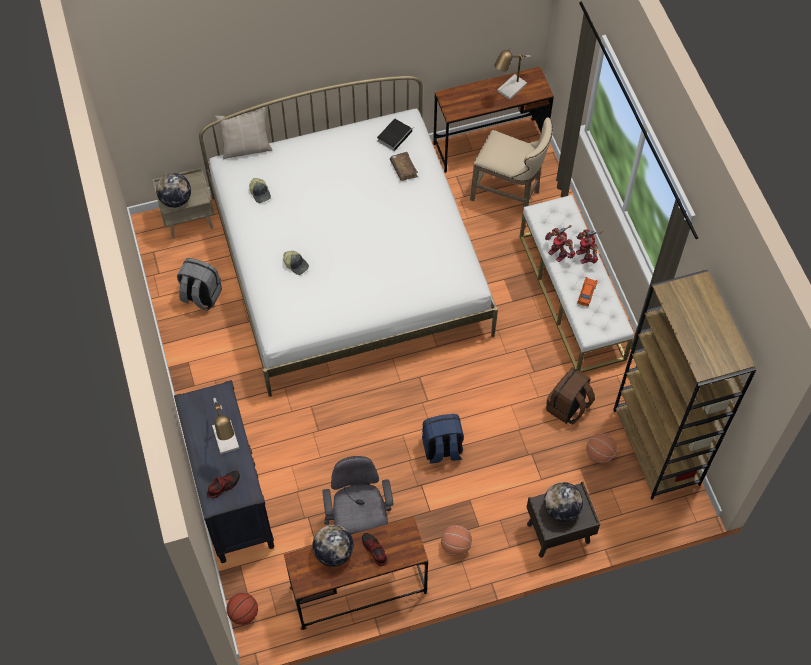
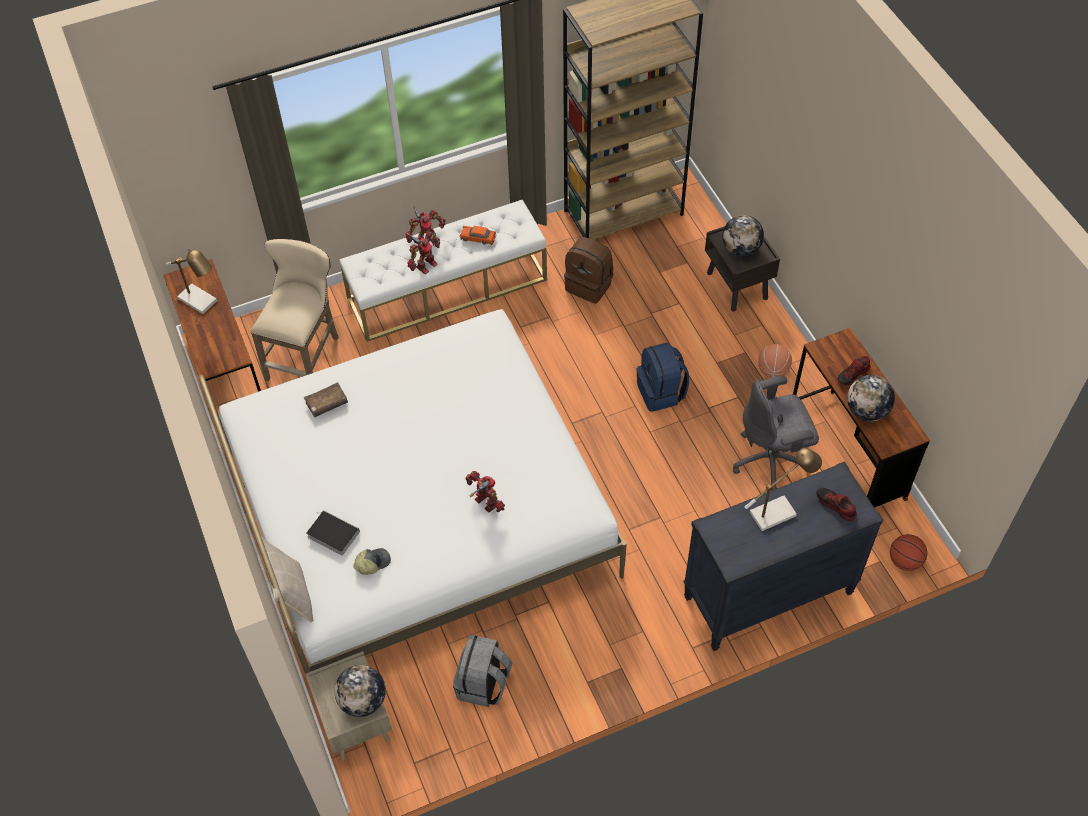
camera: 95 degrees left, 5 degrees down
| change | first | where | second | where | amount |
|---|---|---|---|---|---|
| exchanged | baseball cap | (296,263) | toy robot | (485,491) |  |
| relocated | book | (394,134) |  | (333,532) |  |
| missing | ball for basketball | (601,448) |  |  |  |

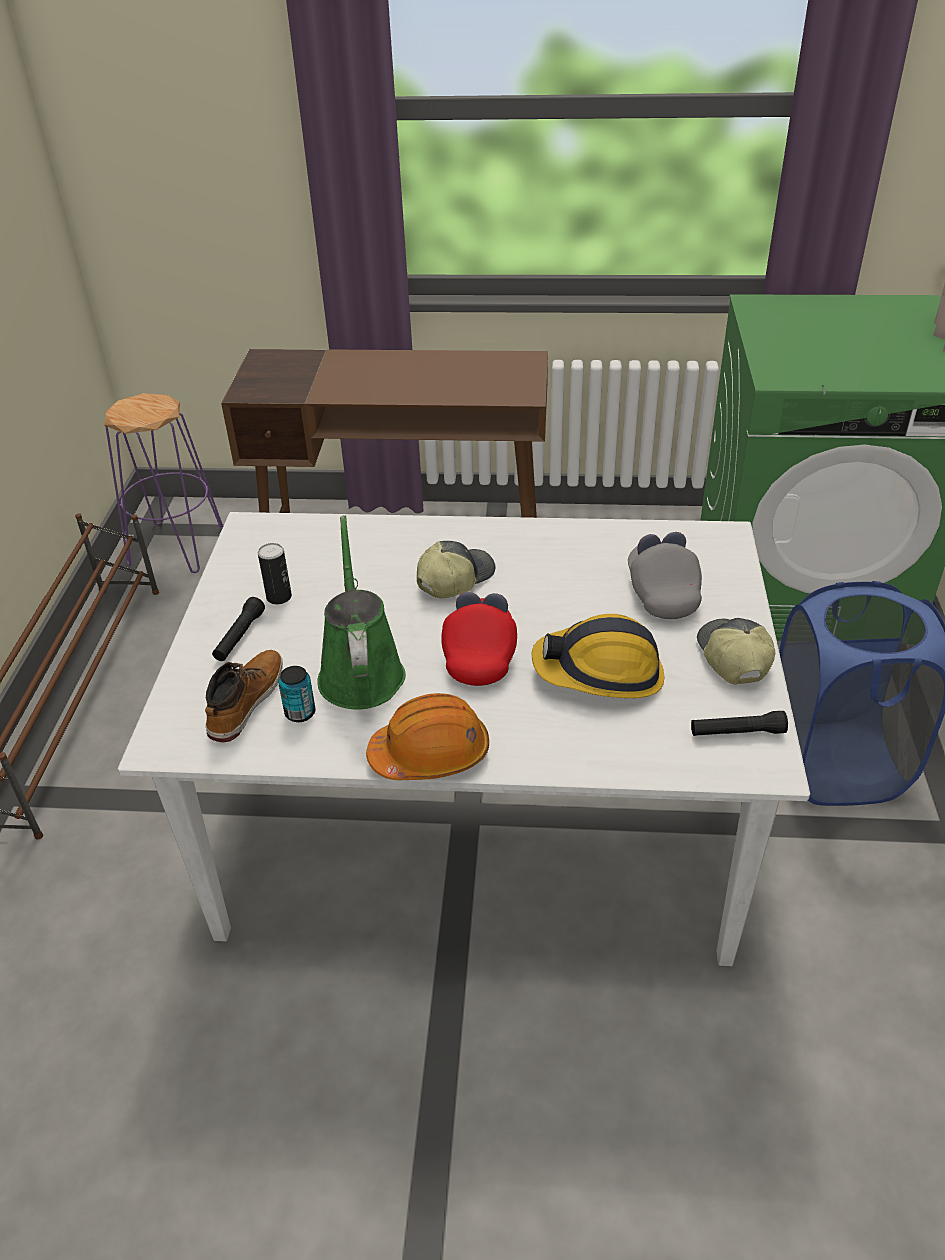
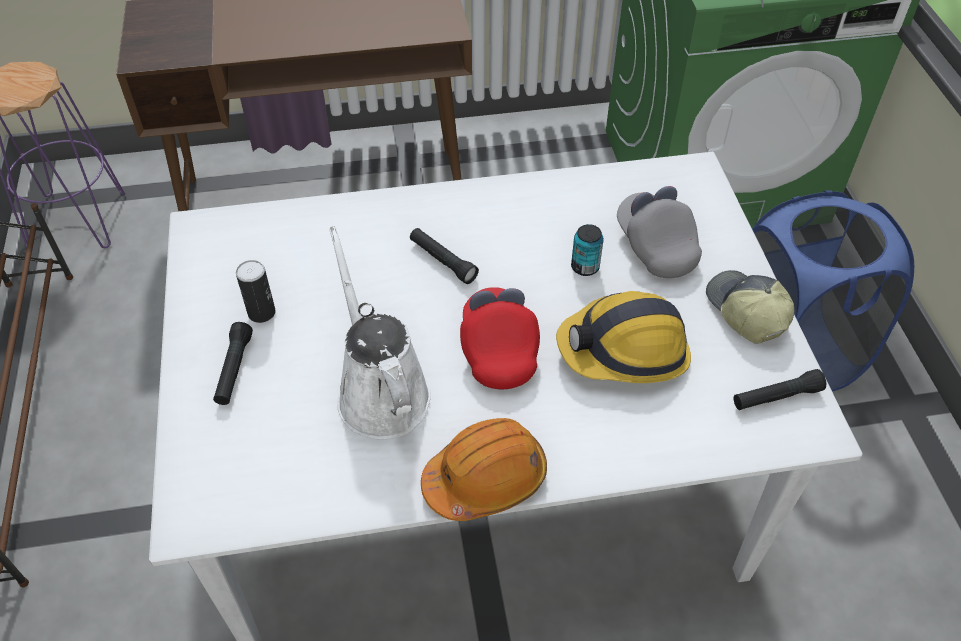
camera: 15 degrees left, 10 degrees up
| change | first | where | second | where | amount |
|---|---|---|---|---|---|
| missing | high-top boot | (244,696) |  |  |  |
| relocated | can | (297,694) |  | (587,250) |  |
| colour | green sprinkling can | (361,612) | white-coloured sprinkling can | (380,333) |  |
| exchanged | baseball cap | (456,570) | black hand torch | (444,256) |  |

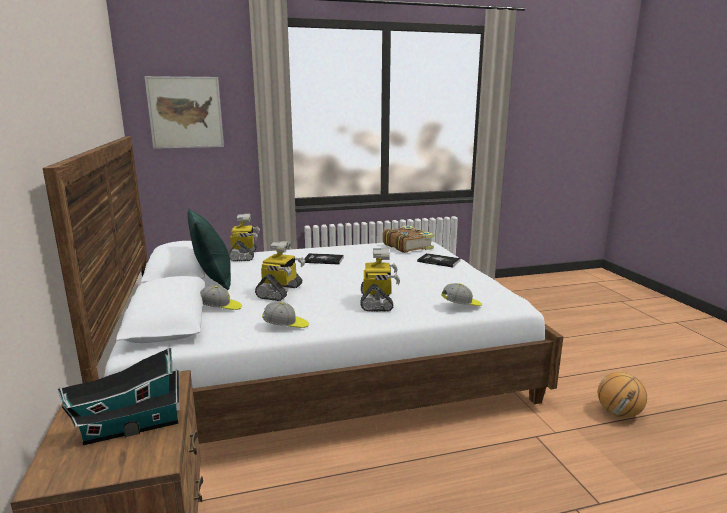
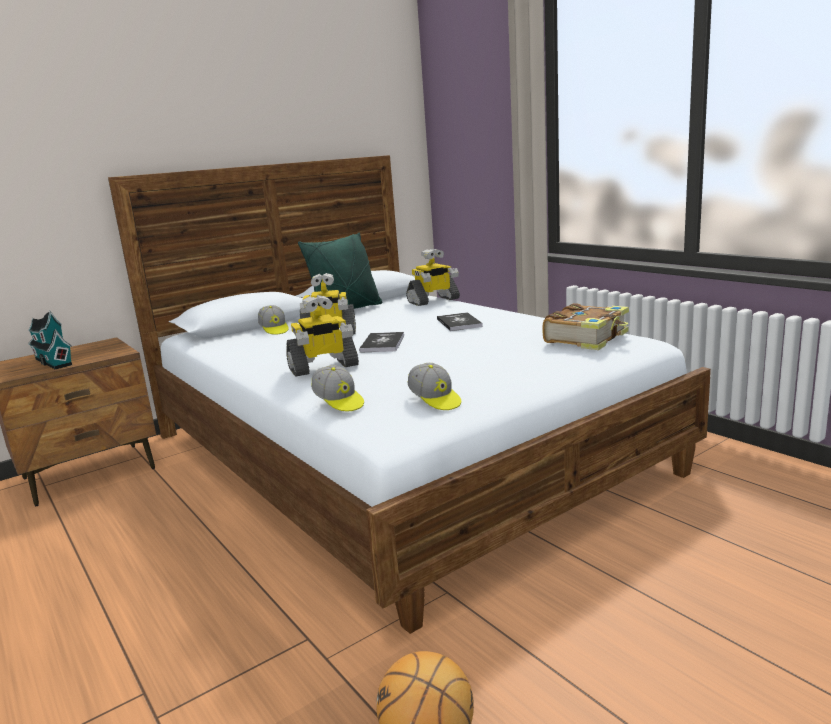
camera: 70 degrees right, 0 degrees up
| change | first | where | second | where | amount |
|---|---|---|---|---|---|
| missing | wall art | (184,112) |  |  |  |
| relocated | baseball cap | (285,315) |  | (434,386) |  |
| relocated | book | (439,260) |  | (381,342) |  |

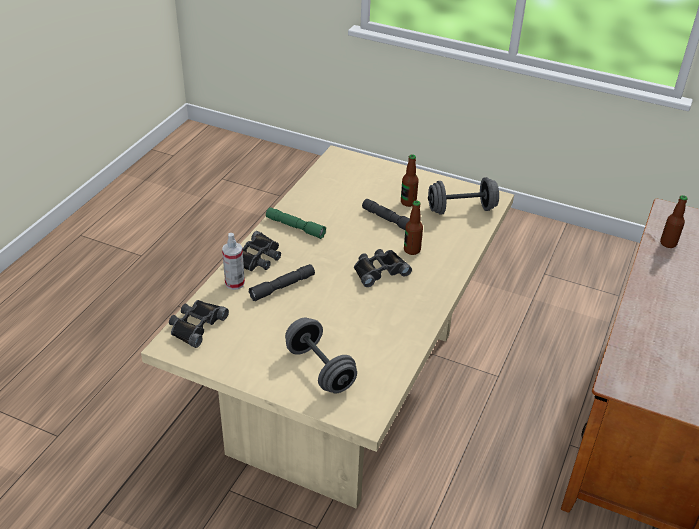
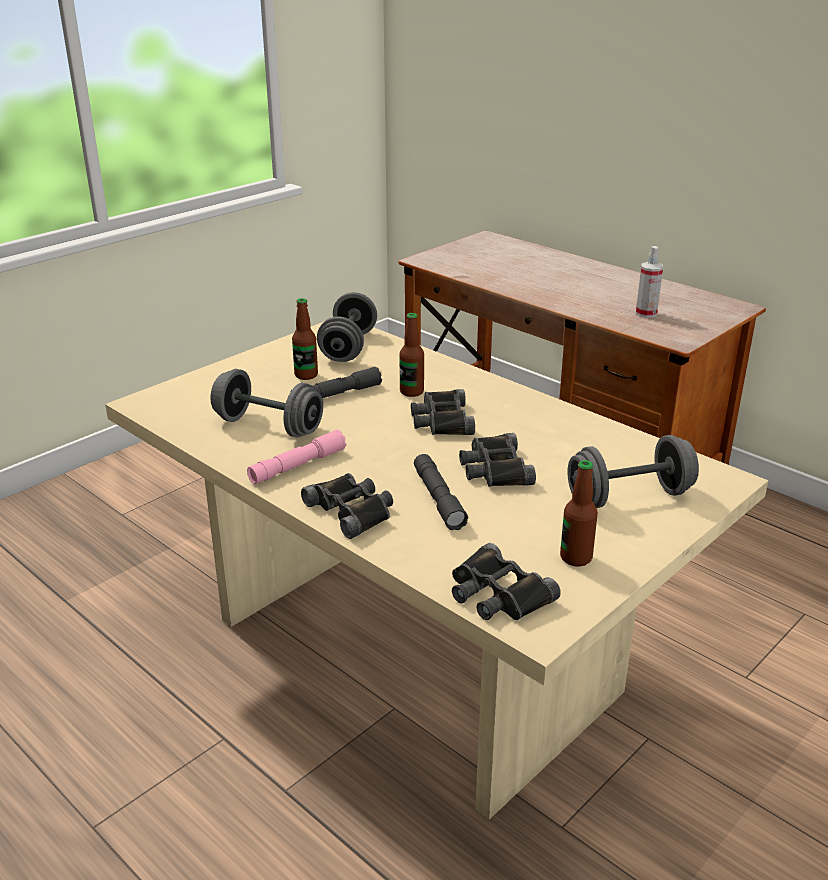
camera: 70 degrees left, 10 degrees down
| change | first | where | second | where | amount |
|---|---|---|---|---|---|
| relocated | sprayer | (233,261) |  | (649,282) |  |
| colour | green hand torch | (296,223) | pinkish hand torch | (296,456) |  |
| relocated | bottle | (674,221) |  | (579,513) |  |
| appeared |  |  | grey dumbbell | (266,403) |  |
| appeared |  |  | black field glasses | (497,460) |  |

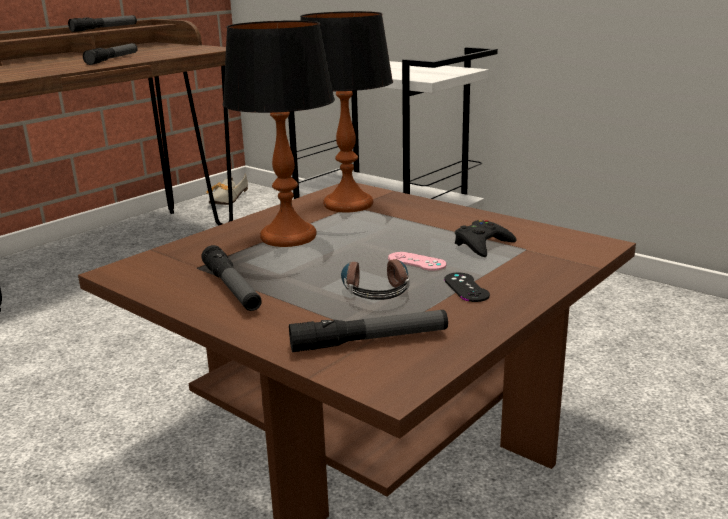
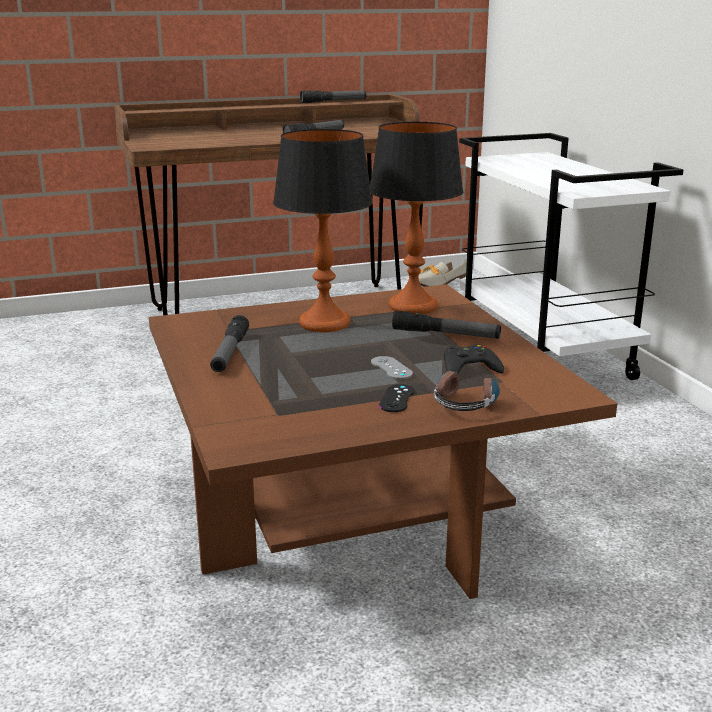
camera: 30 degrees right, 0 degrees up
| change | first | where | second | where | amount |
|---|---|---|---|---|---|
| relocated | hand torch | (368,331) |  | (446,325) |  |
| relocated | headset | (375,278) |  | (467,391) |  |
| colour | pinkish game controller | (417,261) | grey game controller | (392,367) |  |

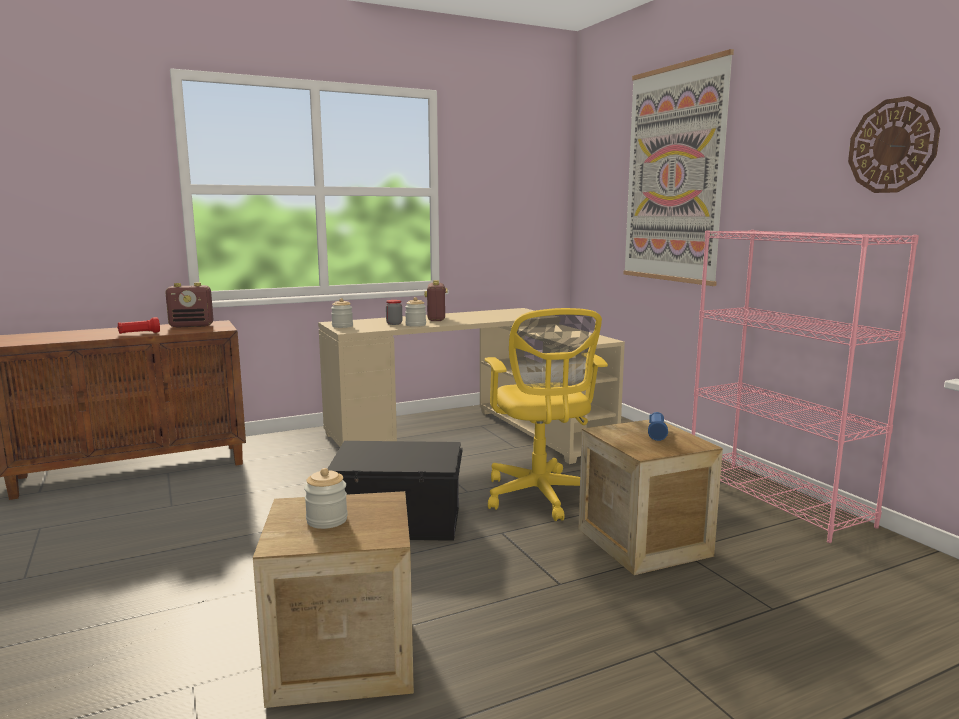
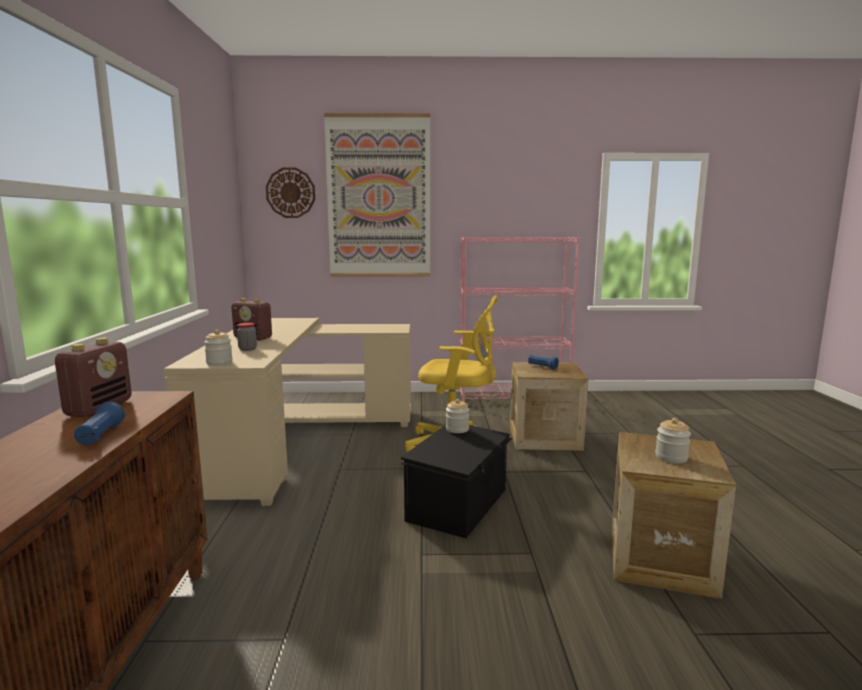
camera: 65 degrees left, 0 degrees up
| change | first | where | second | where | amount |
|---|---|---|---|---|---|
| colour | red hand torch | (138,325) | bluish hand torch | (99,423) |  |
| relocated | storage jar | (415,312) |  | (458,416) |  |
| relocated | clock on the wall | (894,144) |  | (290,192) |  |

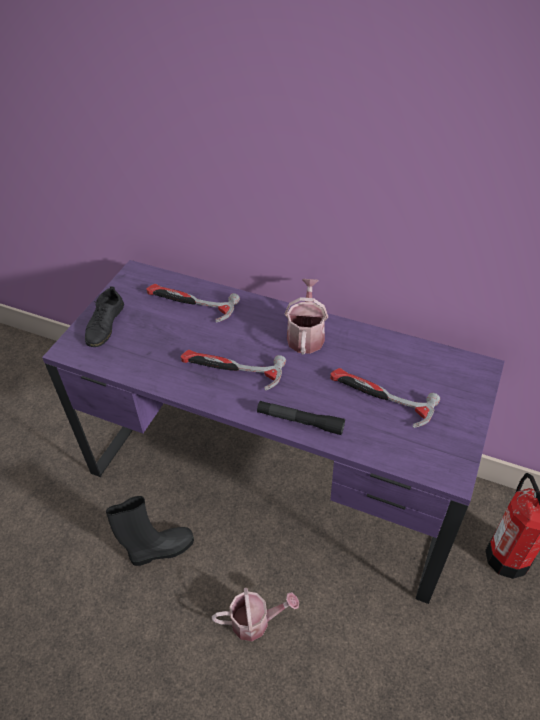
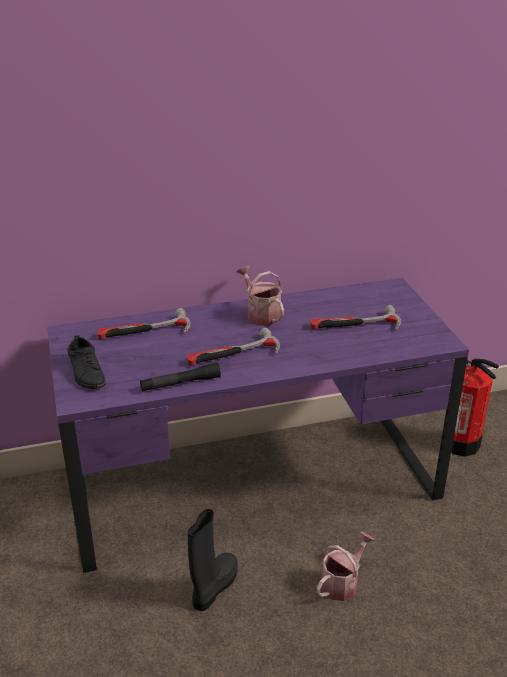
camera: 40 degrees left, 15 degrees down
| change | first | where | second | where | amount |
|---|---|---|---|---|---|
| relocated | black hand torch | (301,418) |  | (180,377) |  |

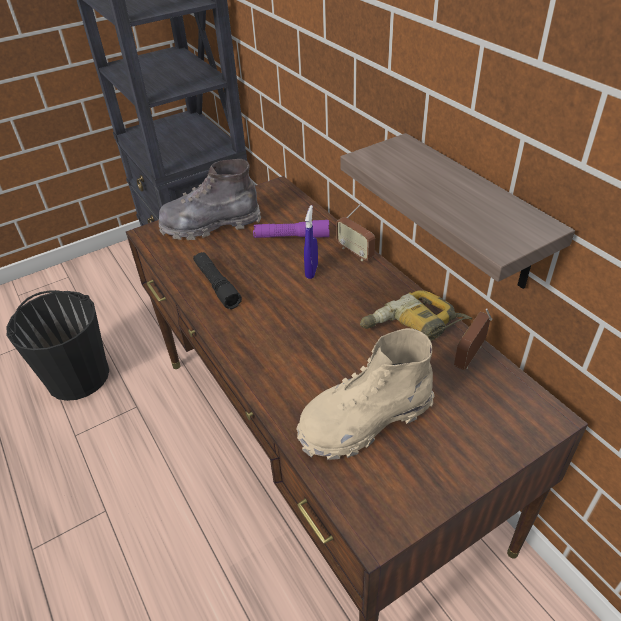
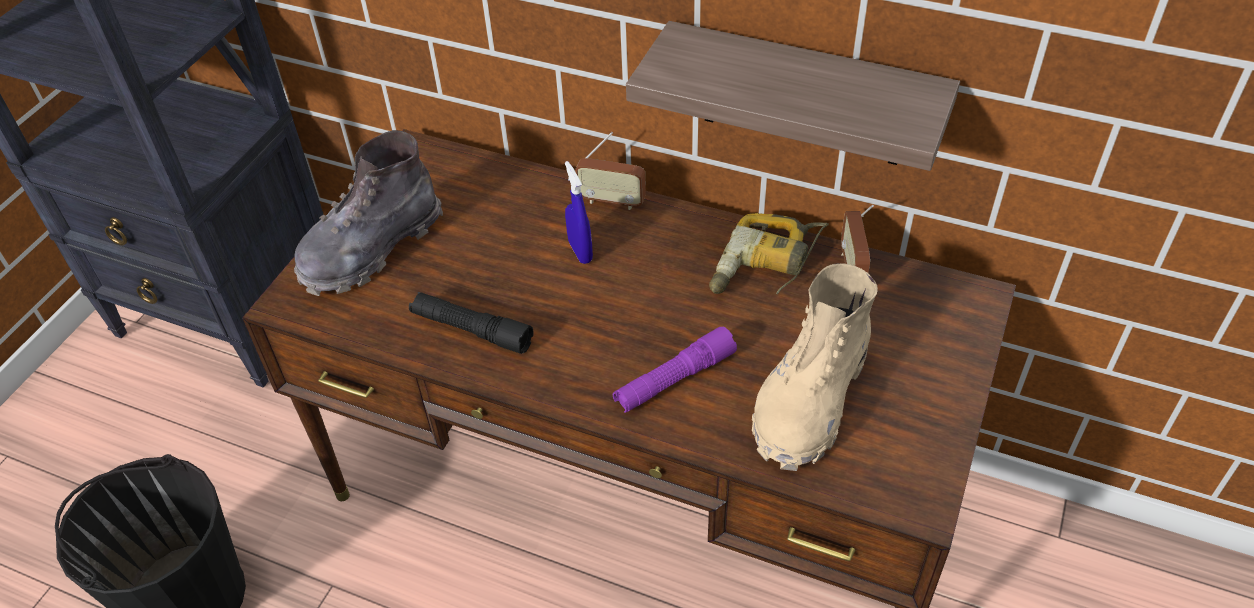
camera: 35 degrees left, 5 degrees up
| change | first | where | second | where | amount |
|---|---|---|---|---|---|
| relocated | purple-coloured hand torch | (291,229) |  | (675,370) |  |

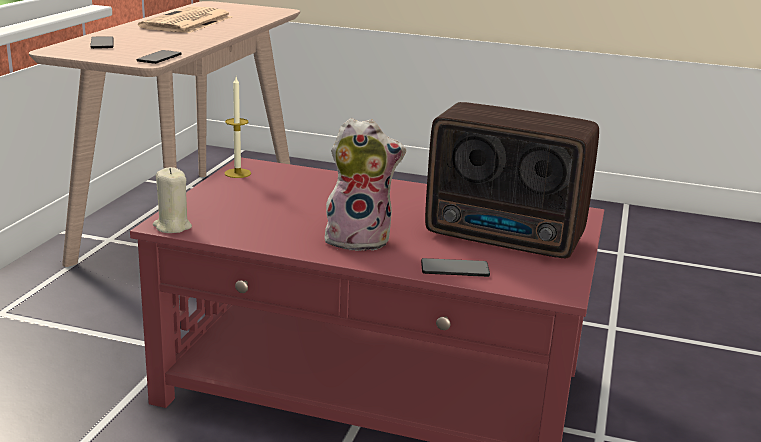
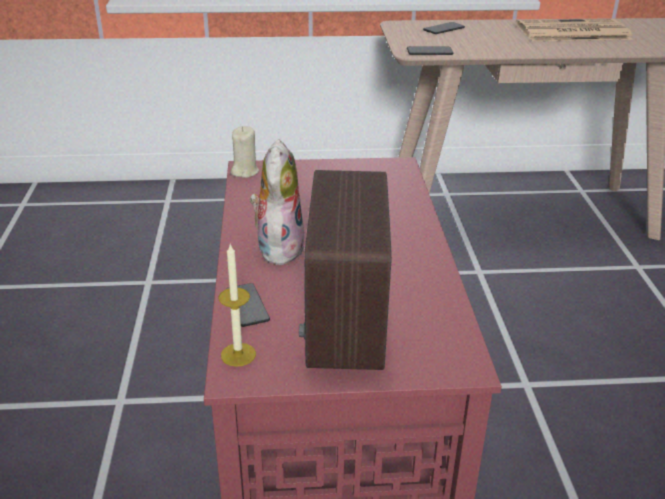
camera: 70 degrees right, 10 degrees up
| change | first | where | second | where | amount |
|---|---|---|---|---|---|
| relocated | wax candle | (238,127) |  | (237,305) |  |
| spun | soft toy | (365,184) |  | (277,202) | 150 degrees counterclockwise |

